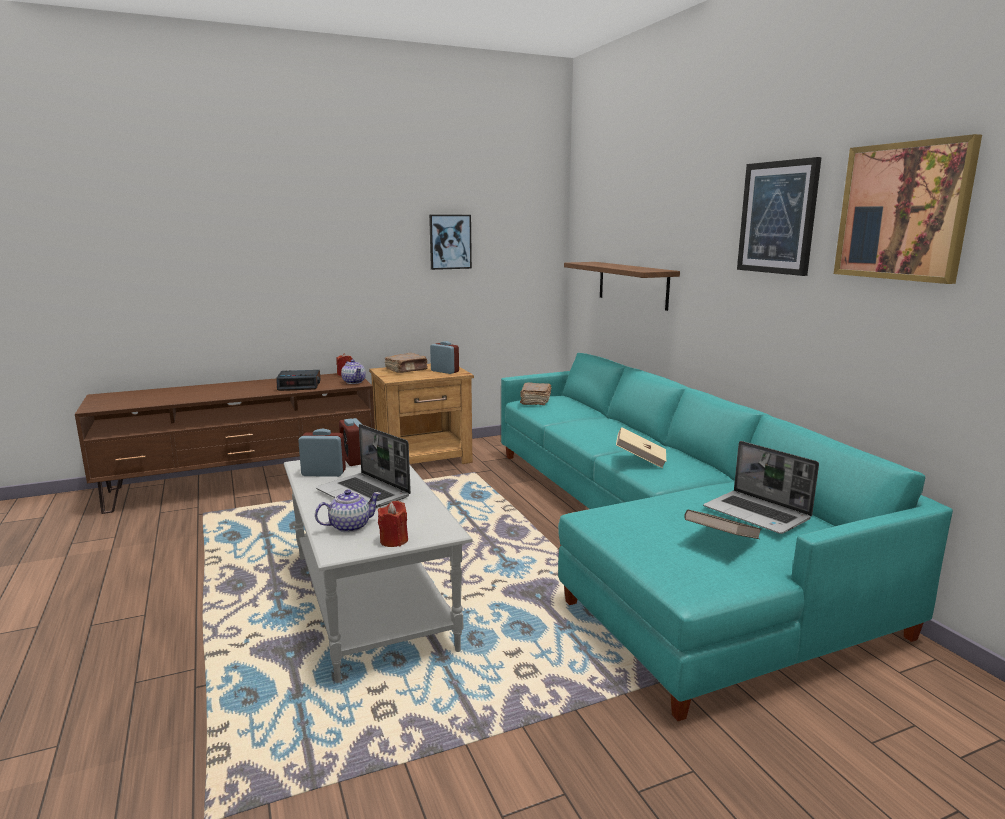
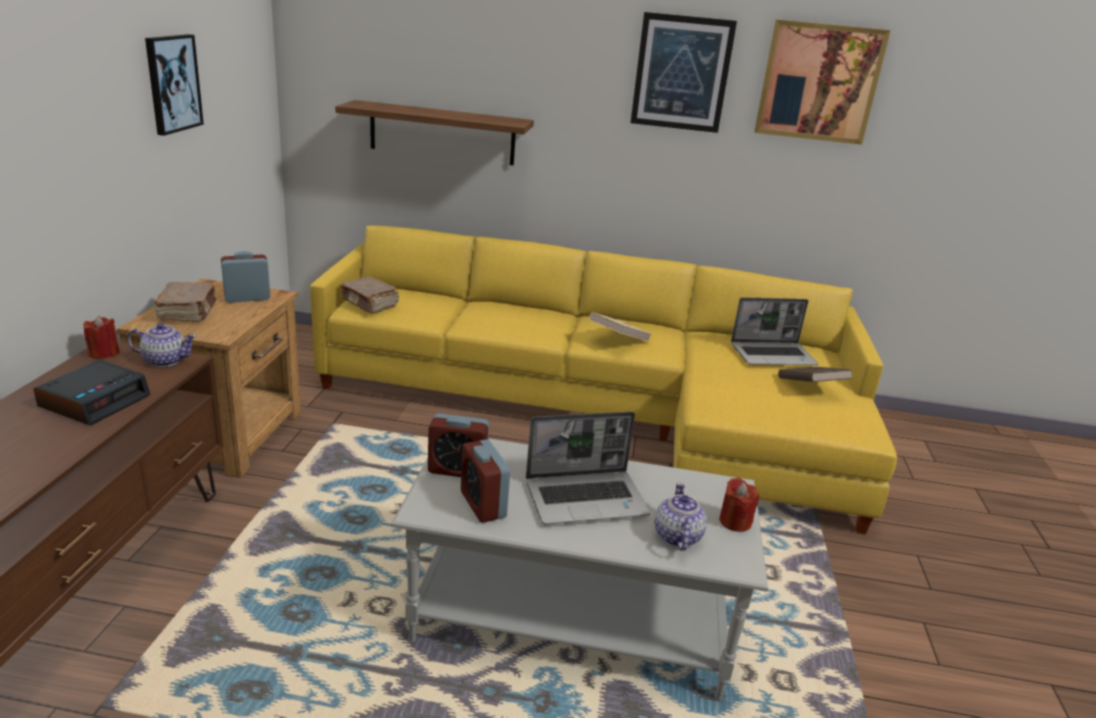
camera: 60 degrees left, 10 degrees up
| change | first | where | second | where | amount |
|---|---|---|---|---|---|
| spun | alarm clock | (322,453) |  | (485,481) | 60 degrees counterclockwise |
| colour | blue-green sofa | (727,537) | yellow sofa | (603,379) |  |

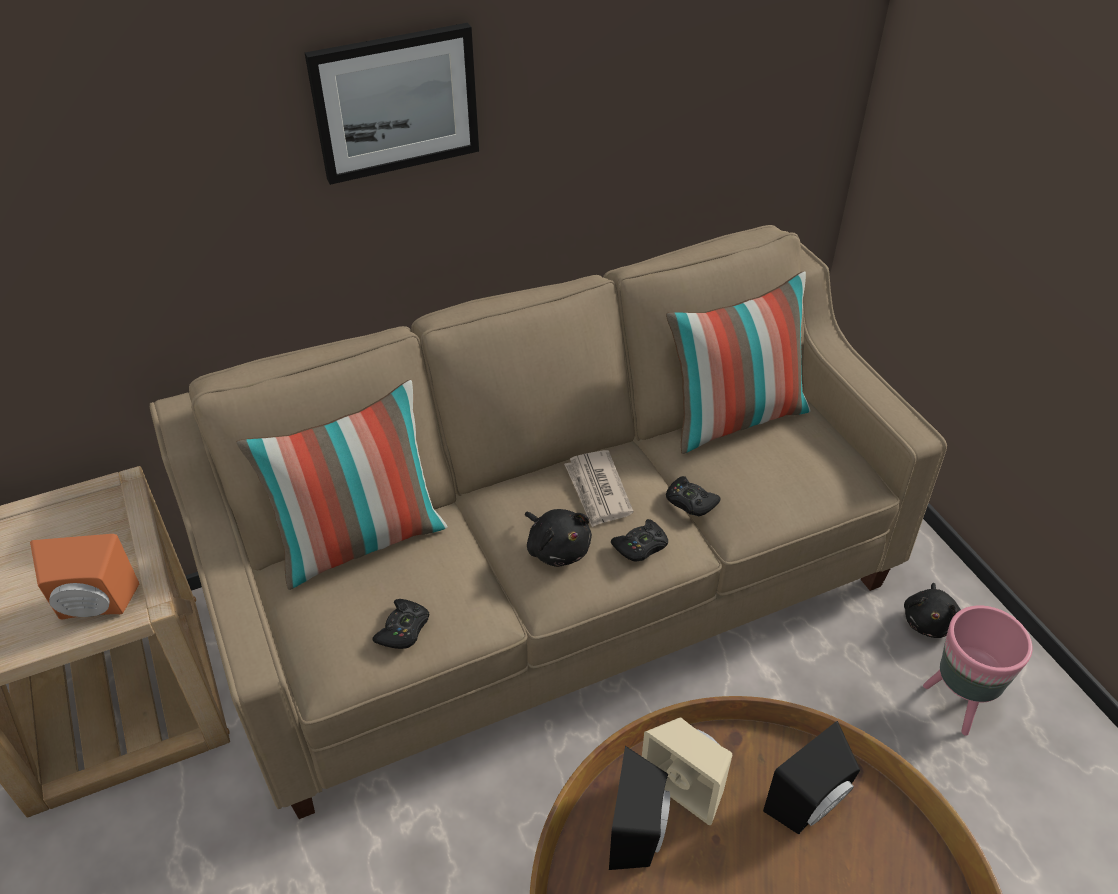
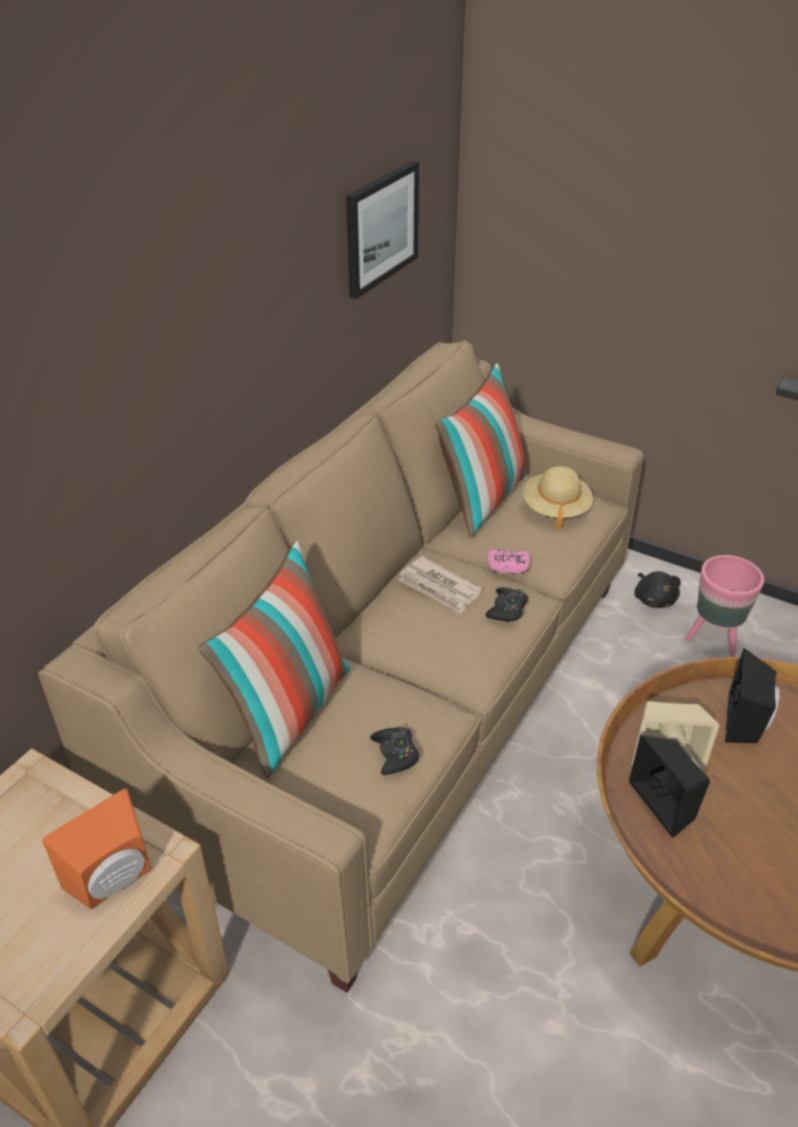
camera: 35 degrees left, 5 degrees down
| change | first | where | second | where | amount |
|---|---|---|---|---|---|
| relocated | wall art | (392,104) |  | (382,230) |  |
| missing | black soft toy | (558,538) |  |  |  |
| colour | black game controller | (693,496) | pinkish game controller | (509,561) |  |
| appeared |  |  | beige-coloured clothing hat | (558,498) |  |

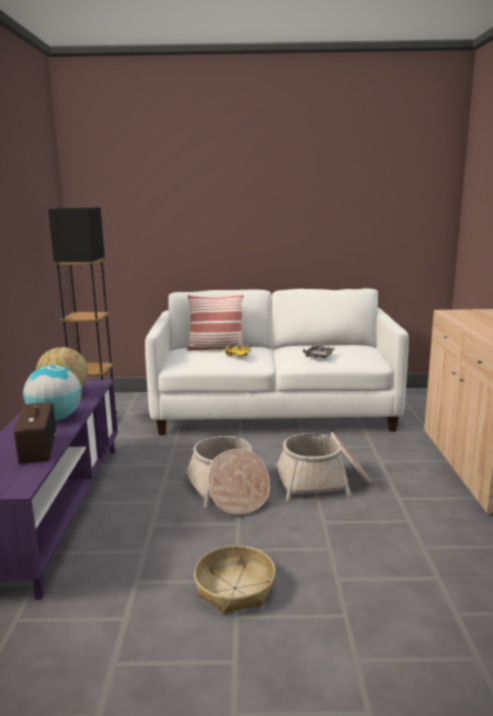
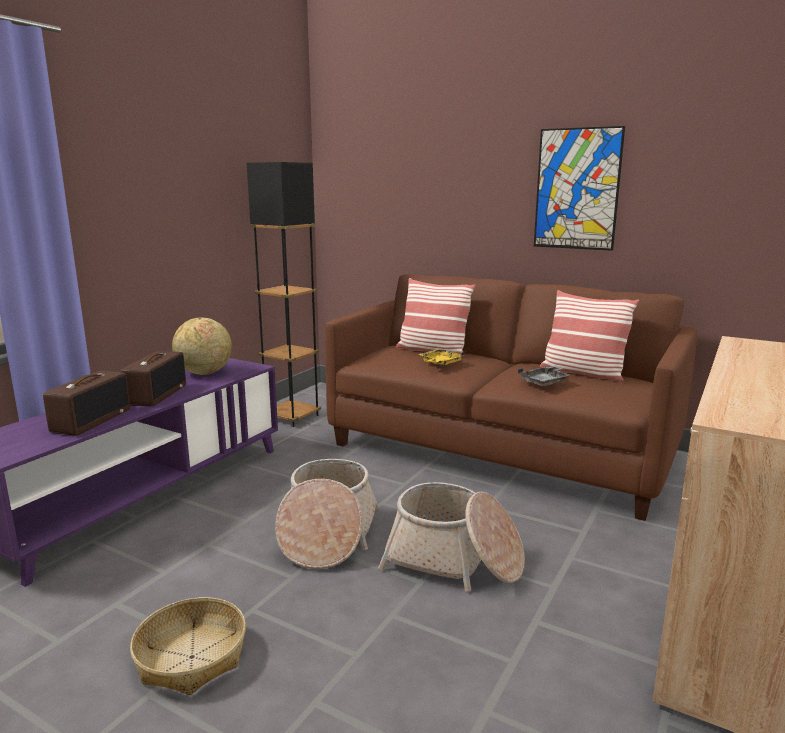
camera: 30 degrees right, 0 degrees up
| change | first | where | second | where | amount |
|---|---|---|---|---|---|
| exchanged | desk globe | (52,393) | radio set | (153,379) |  |
| colour | white-coloured sofa | (277,361) | brown sofa | (511,397) |  |
| appeared |  |  | wall art | (579,188) |  |
| appeared |  |  | throw pillow | (589,336) |  |

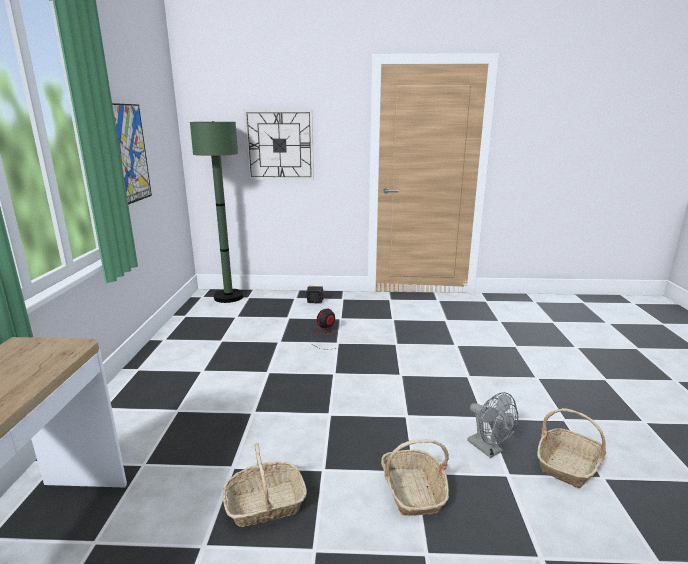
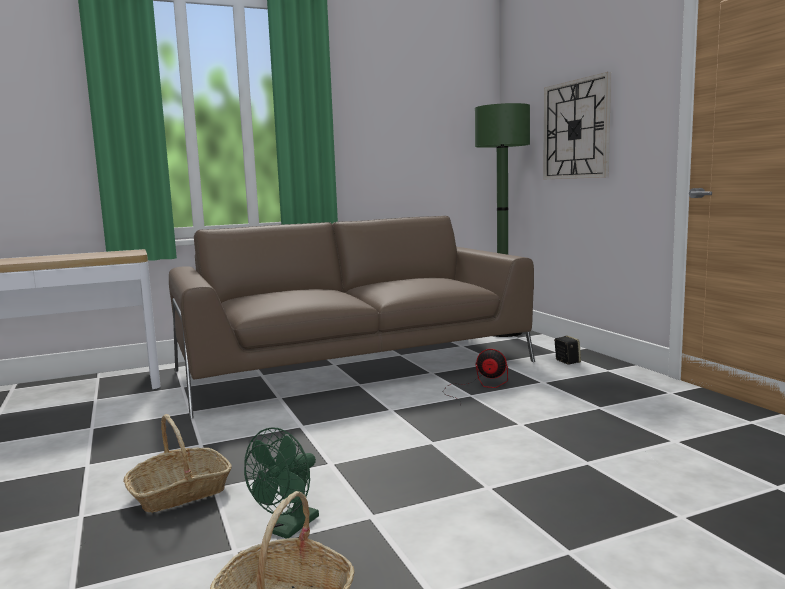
camera: 65 degrees right, 10 degrees down
| change | first | where | second | where | amount |
|---|---|---|---|---|---|
| missing | wall art | (132,154) |  |  |  |
| missing | basket | (265,485) |  |  |  |
| colour | grey fan | (493,425) | green fan | (281,483) |  |
| appeared |  |  | brown sofa | (352,317) |  |

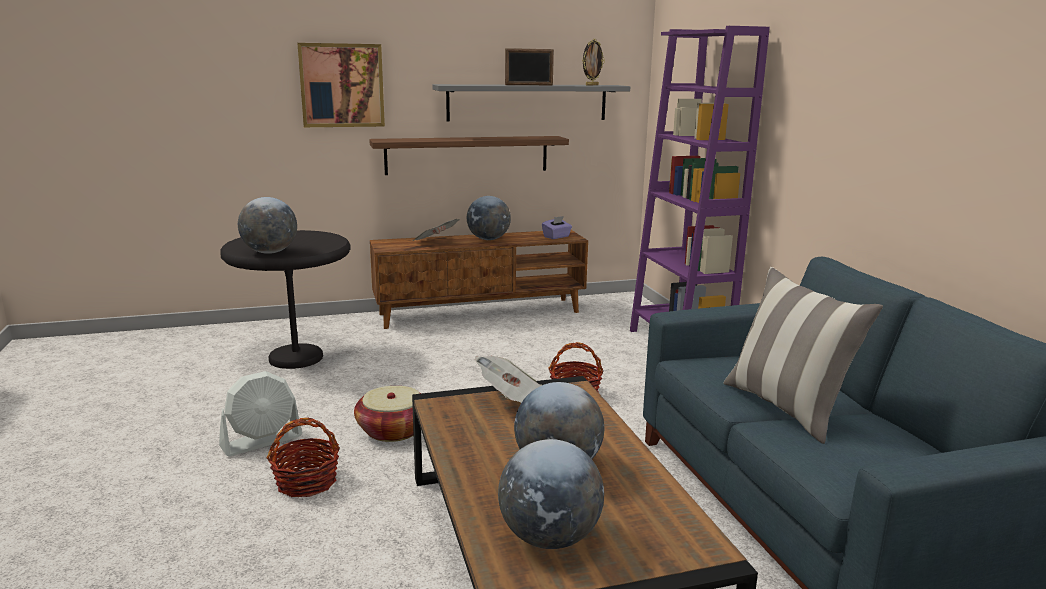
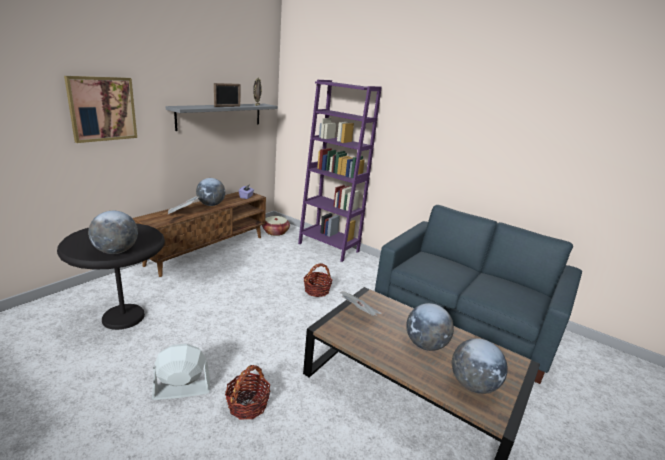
camera: 40 degrees left, 5 degrees up
| change | first | where | second | where | amount |
|---|---|---|---|---|---|
| spun | white-coloured fan | (260,414) |  | (181,372) | 120 degrees counterclockwise |
| relocated | basket | (387,414) |  | (276,226) |  |
| missing | wall shelf | (469,155) |  |  |  |
| missing | throw pillow | (803,355) |  |  |  |

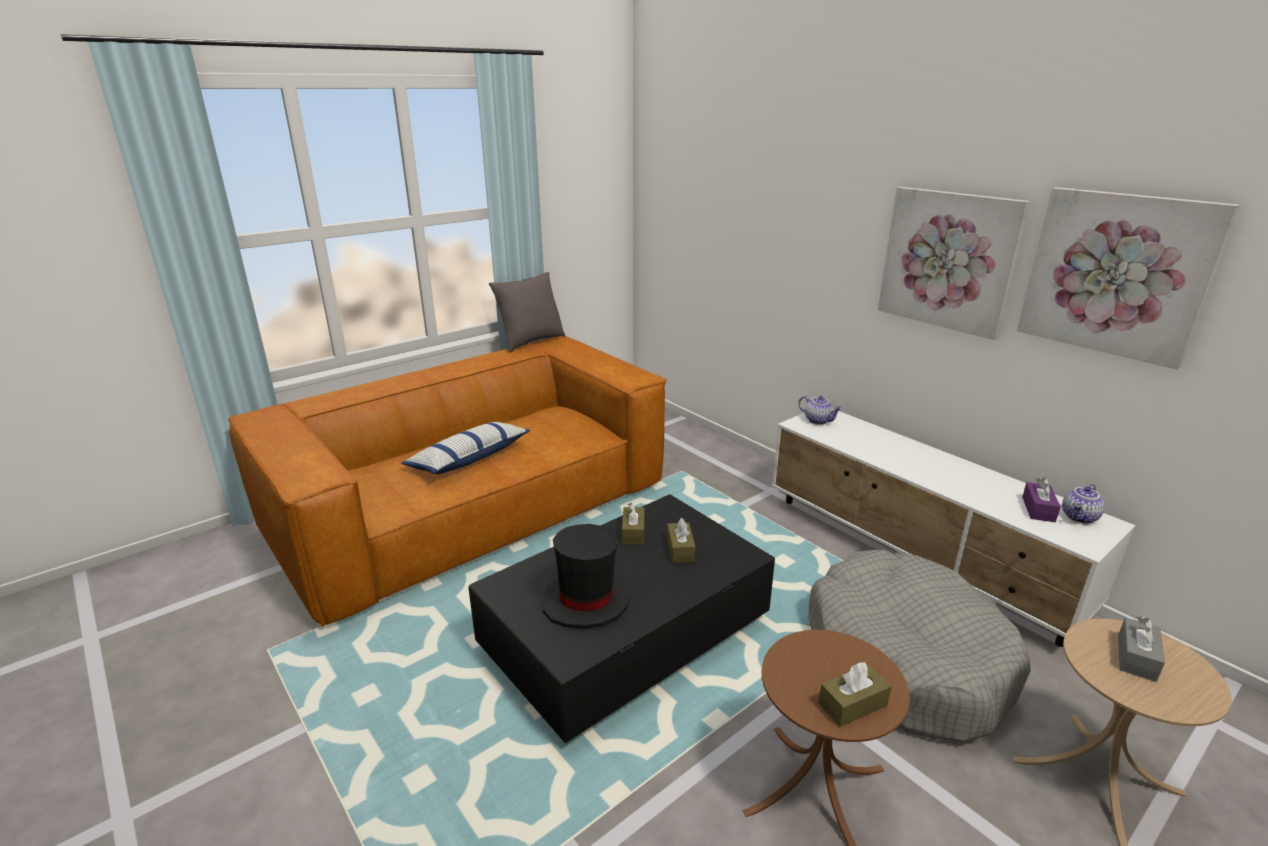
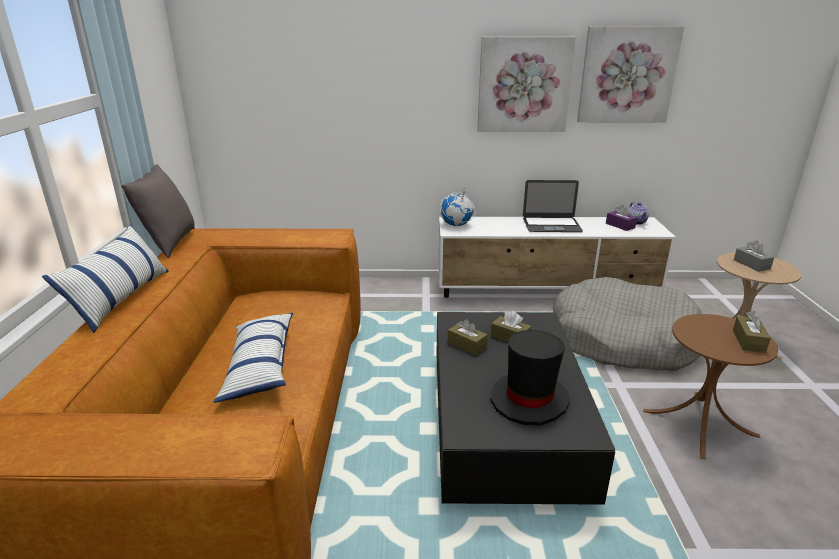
camera: 50 degrees left, 0 degrees up
| change | first | where | second | where | amount |
|---|---|---|---|---|---|
| exchanged | tea pot | (820,410) | desk globe | (458,206) |  |
| appeared |  |  | throw pillow | (105,279) |  |
| appeared |  |  | notebook computer | (553,206) |  |

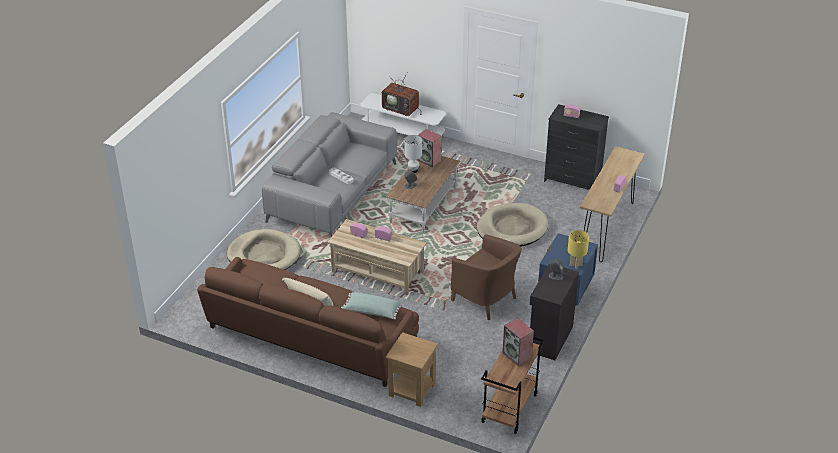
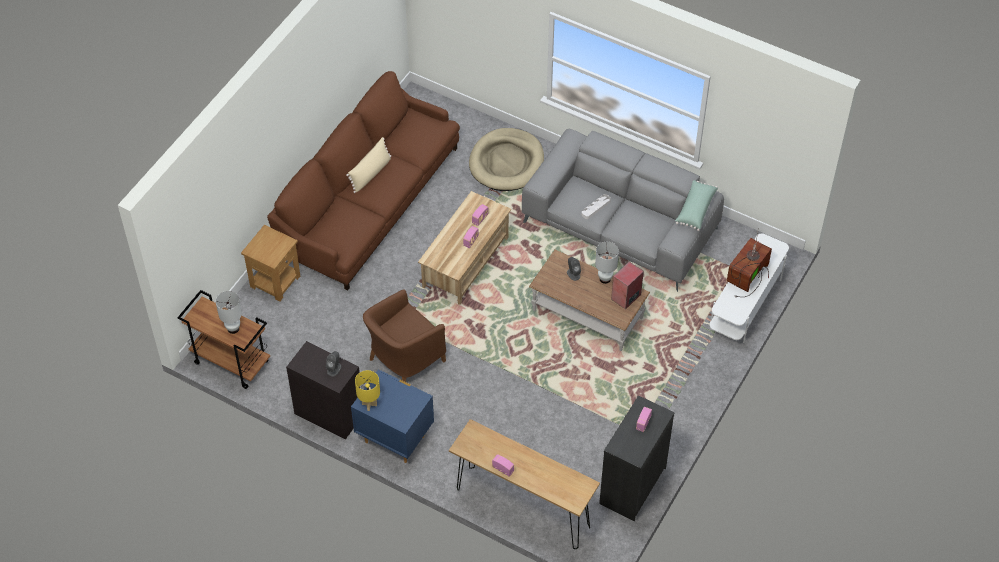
camera: 95 degrees right, 15 degrees up
| change | first | where | second | where | amount |
|---|---|---|---|---|---|
| relocated | green throw pillow | (372,305) |  | (696,205) |  |
| missing | beige-coloured pet bed | (512,225) |  |  |  |
| exchanged | speaker | (518,342) | white-coloured tabletop lamp | (229,312) |  |

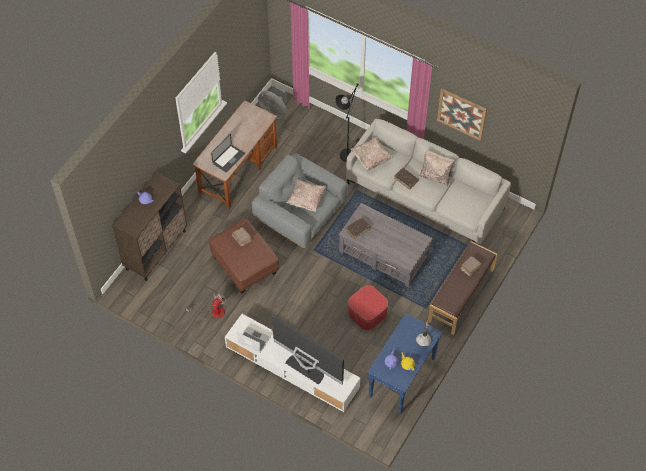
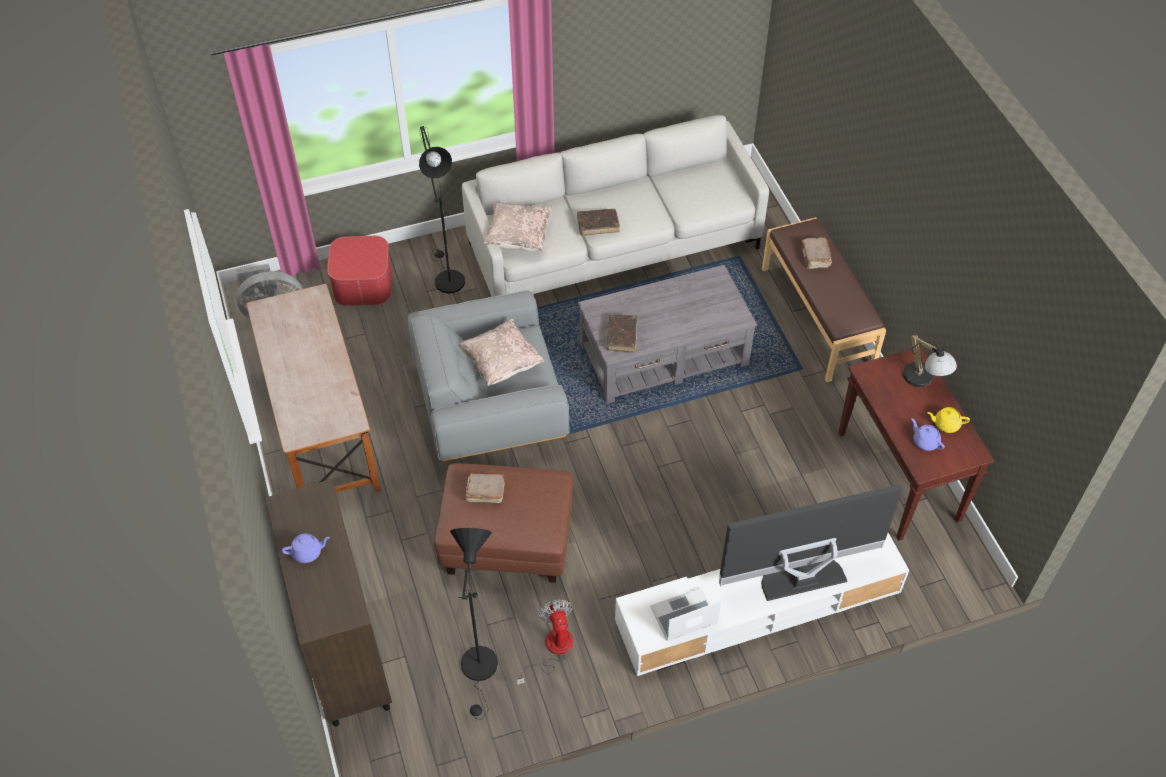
camera: 50 degrees left, 5 degrees down
| change | first | where | second | where | amount |
|---|---|---|---|---|---|
| missing | notebook computer | (228,153) |  |  |  |
| relocated | ottoman | (368,308) |  | (359,271) |  |
| colour | bluish console table | (405,363) | brown console table | (916,443) |  |
| missing | beige-coloured throw pillow | (436,168) |  |  |  |
| missing | wall art | (462,115) |  |  |  |
| appeared |  |  | black floor lamp | (474,624) |  |

